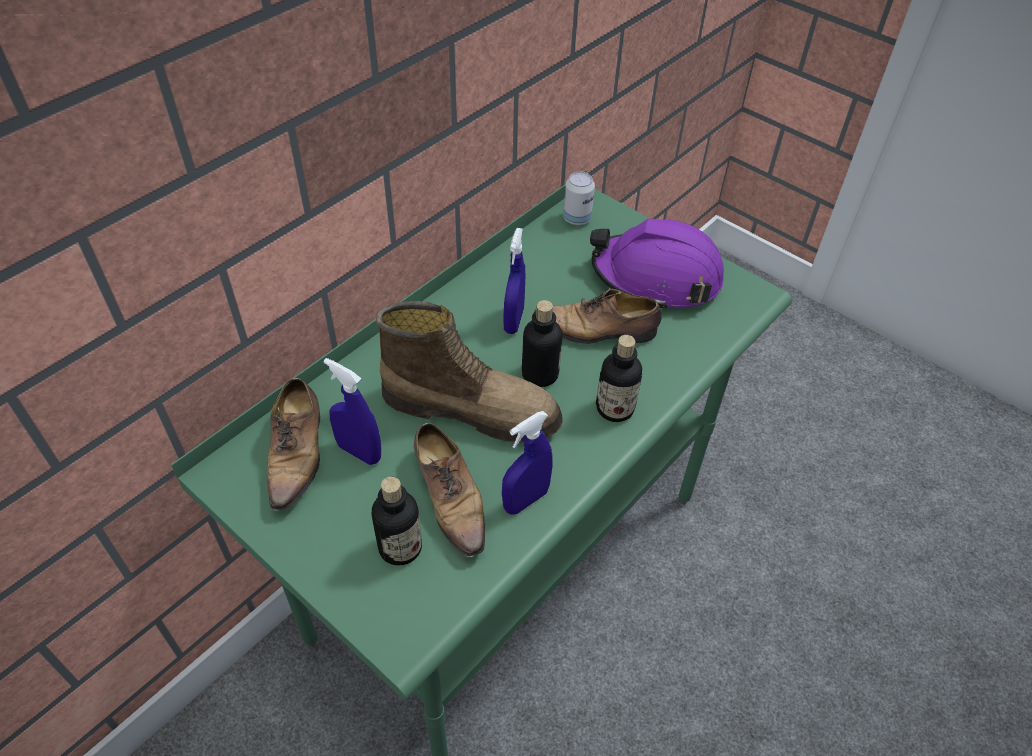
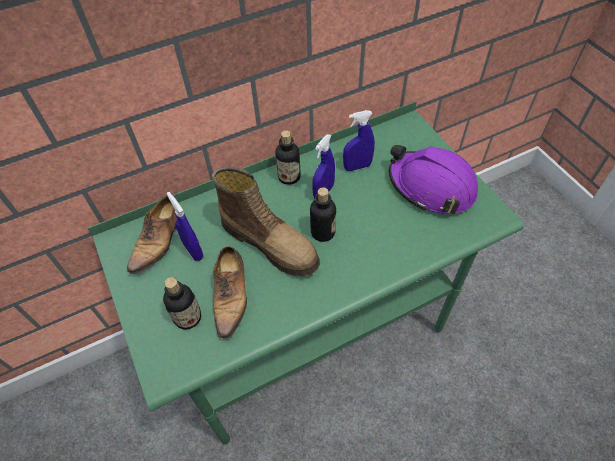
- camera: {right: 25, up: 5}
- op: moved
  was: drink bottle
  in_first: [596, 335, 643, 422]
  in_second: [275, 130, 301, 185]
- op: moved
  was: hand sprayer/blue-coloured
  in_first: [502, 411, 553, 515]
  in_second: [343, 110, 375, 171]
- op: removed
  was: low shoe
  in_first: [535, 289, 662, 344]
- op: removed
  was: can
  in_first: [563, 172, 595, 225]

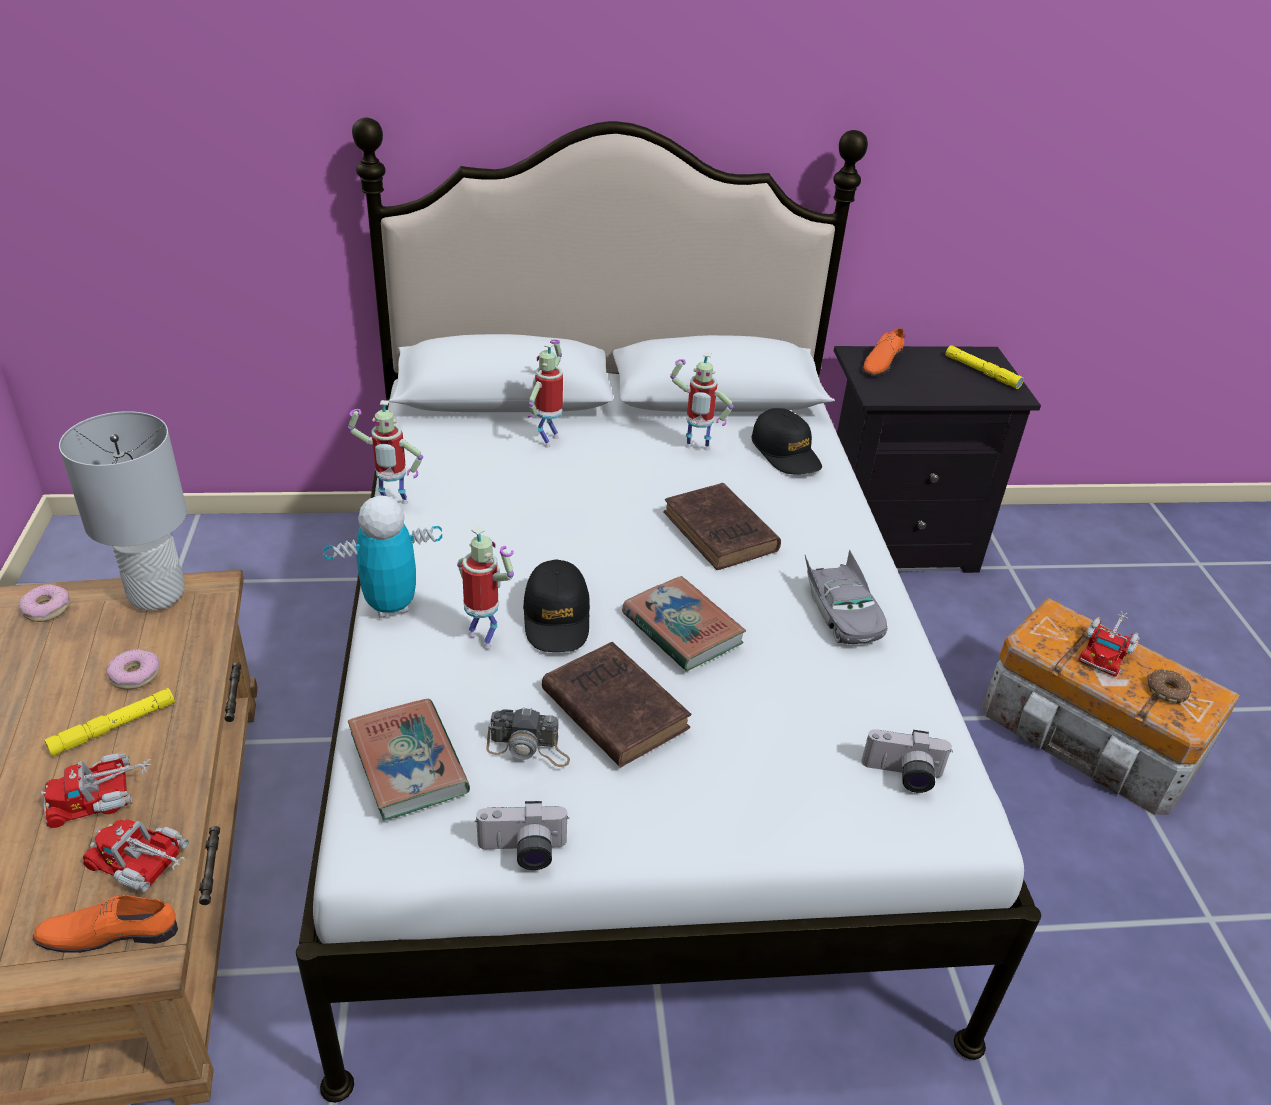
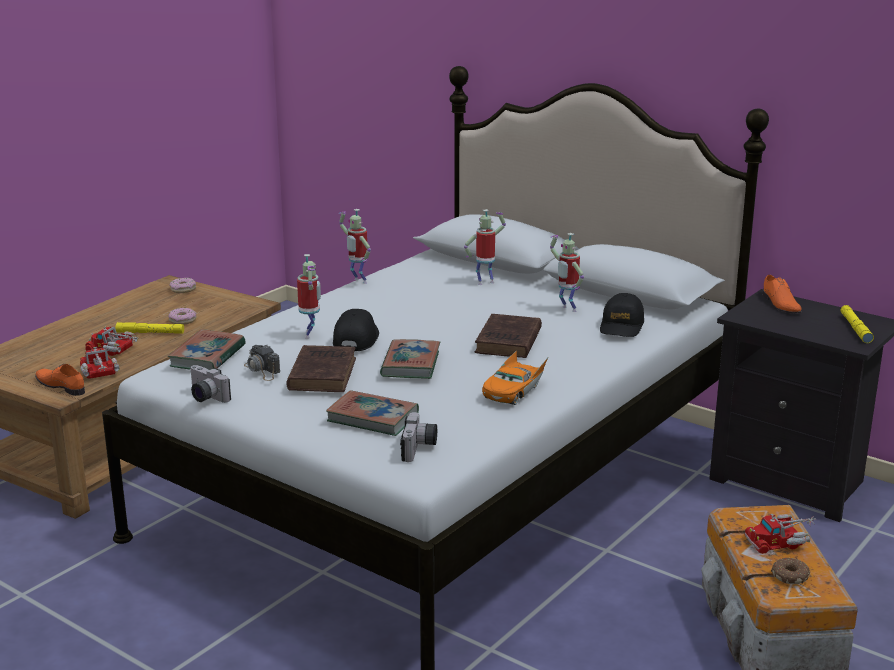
- camera: {right: 45, up: -15}
- op: added
  now: volume
  in_second: [326, 390, 419, 436]
- op: turned
  was: cap/black-coloured
  in_first: [523, 559, 590, 652]
  in_second: [333, 309, 379, 351]
  clockwise: 150
- op: turned
  was: still camera
  in_first: [861, 730, 953, 793]
  in_second: [400, 412, 437, 462]
  clockwise: -135
- op: recoloured
  was: miniature car/gray
  now: miniature car/orange-coloured
  in_first: [805, 549, 887, 644]
  in_second: [482, 350, 548, 405]
- op: turned
  was: low shoe/orange-coloured
  in_first: [863, 328, 904, 376]
  in_second: [763, 275, 802, 314]
  clockwise: -90
- op: removed
  was: tabletop lamp/gray
  in_first: [59, 411, 187, 611]
- op: removed
  was: robot figure
  in_first: [323, 495, 442, 618]

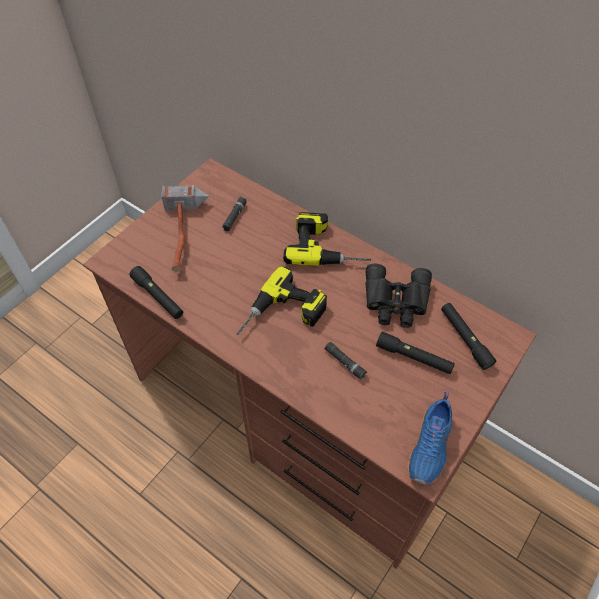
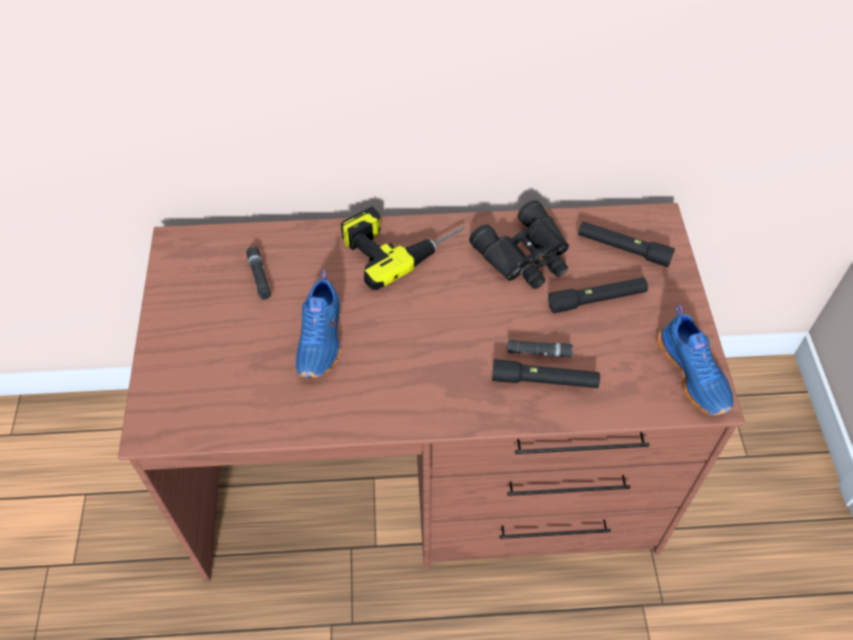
- camera: {right: -40, up: 0}
- op: added
  now: low shoe/blue-coloured
  in_second: [296, 270, 341, 378]
- op: moved
  was: hand torch/black-coloured
  in_first: [129, 266, 183, 319]
  in_second: [492, 359, 600, 388]
- op: removed
  was: hammer
  in_first: [162, 184, 209, 271]
- op: removed
  was: drill
  in_first: [236, 266, 327, 335]

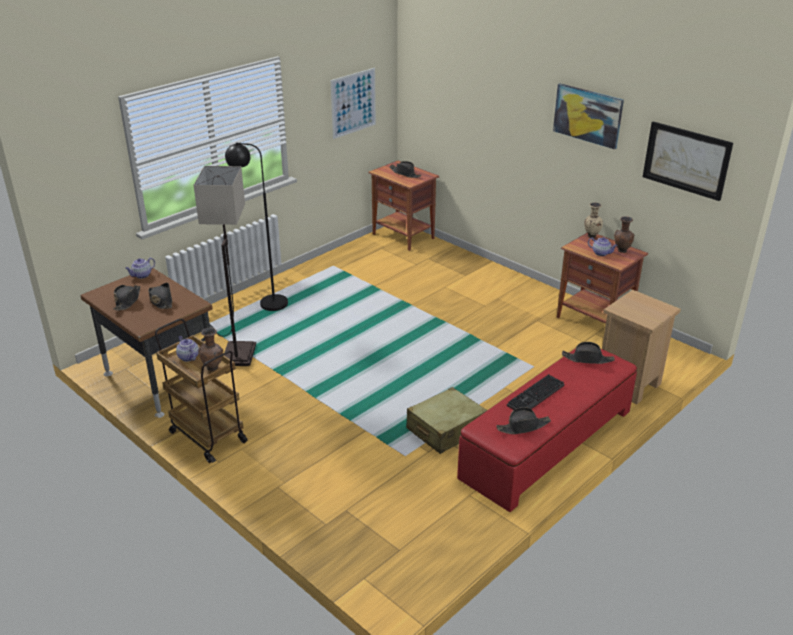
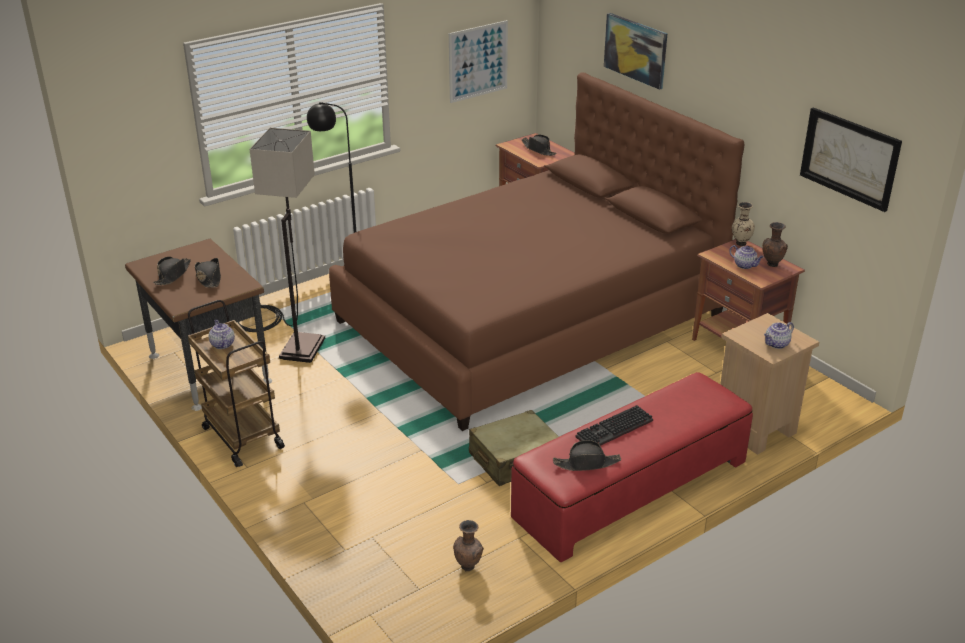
- camera: {right: 10, up: 0}
- op: added
  now: sleeping bed/brown-coloured
  in_second: [329, 72, 744, 431]
- op: moved
  was: flower vase/brown-coloured
  in_first: [198, 328, 223, 371]
  in_second: [453, 520, 484, 571]
- op: moved
  was: picture
  in_first: [553, 83, 624, 149]
  in_second: [604, 13, 667, 90]
- op: moved
  was: tea pot
  in_first: [125, 258, 155, 279]
  in_second: [764, 322, 794, 349]
- op: removed
  was: hat/black-coloured
  in_first: [562, 342, 615, 364]

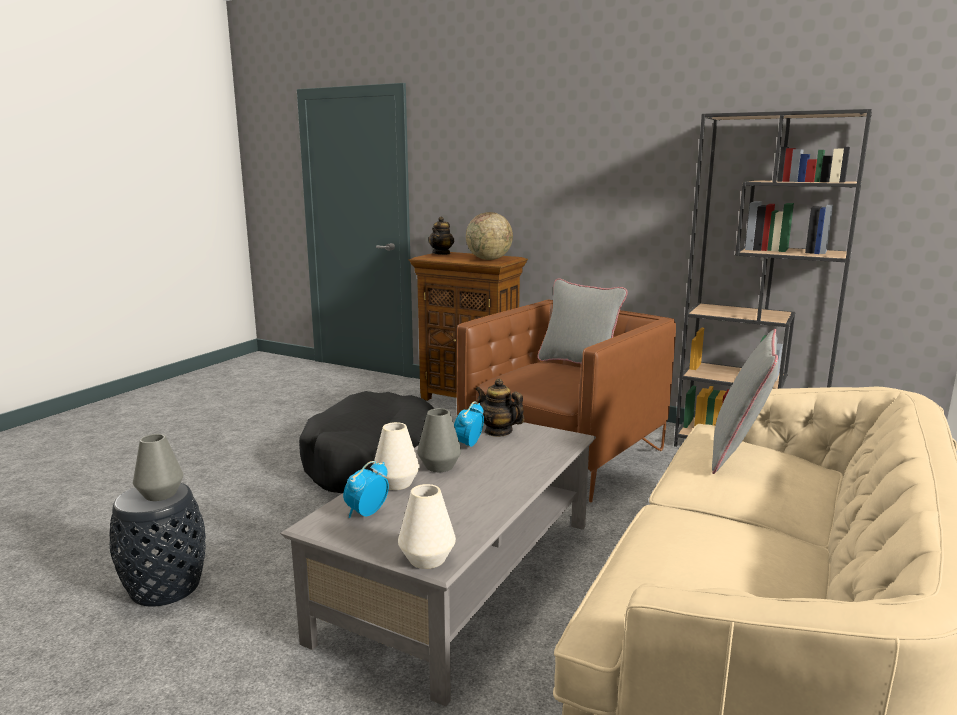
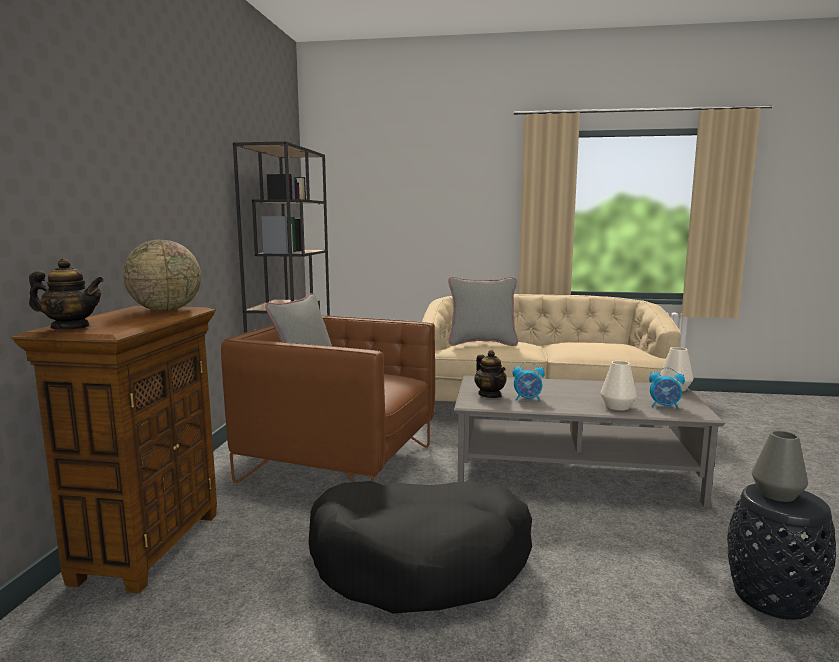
- camera: {right: -110, up: -5}
- op: turned
  was: tea pot
  in_first: [475, 378, 525, 437]
  in_second: [474, 350, 507, 398]
  clockwise: -45
- op: removed
  was: flower vase/gray
  in_first: [417, 408, 461, 472]

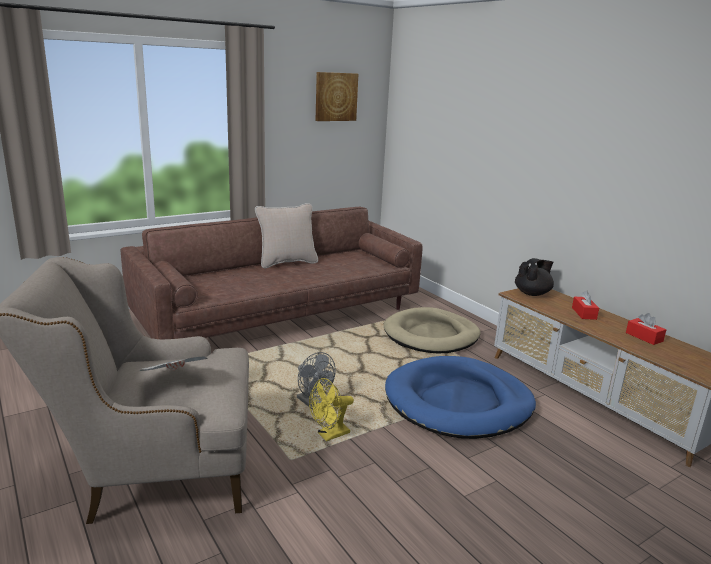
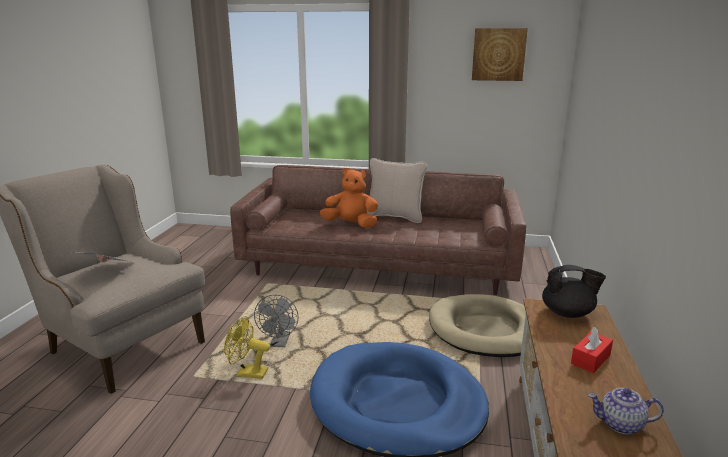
- camera: {right: 45, up: 0}
- op: added
  now: soft toy/orange-coloured
  in_second: [320, 168, 378, 228]
- op: replaced
  was: tissue holder/red
  now: tea pot
  in_first: [626, 313, 666, 345]
  in_second: [588, 388, 664, 435]

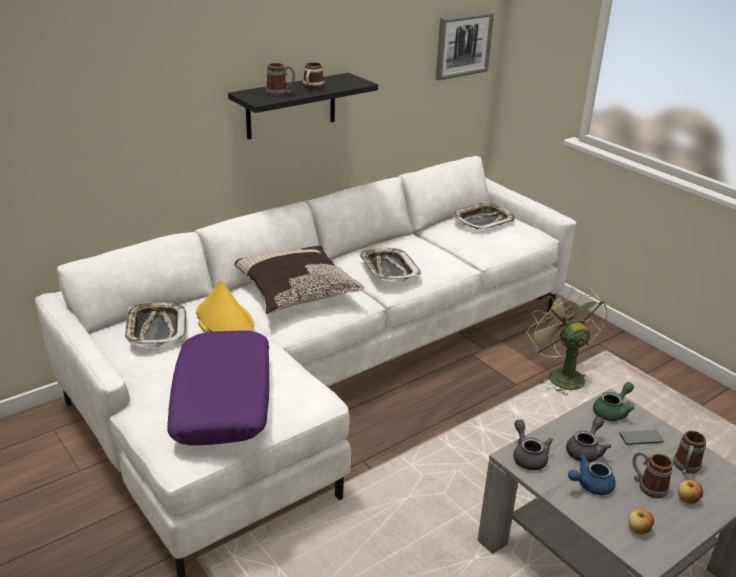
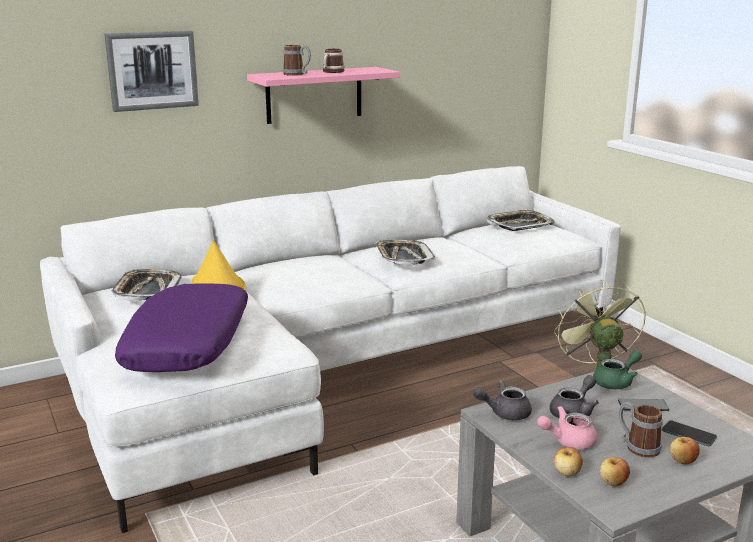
- camera: {right: 10, up: -10}
- op: moved
  was: picture
  in_first: [436, 11, 494, 80]
  in_second: [104, 31, 199, 112]
- op: recoloured
  was: bracket shelf/black-coloured
  now: bracket shelf/pink-coloured
  in_first: [228, 73, 378, 139]
  in_second: [247, 67, 400, 124]
- op: turned
  was: tea pot/gray
  in_first: [513, 419, 553, 470]
  in_second: [473, 380, 532, 420]
  clockwise: -90
- op: recoloured
  was: tea pot/blue-coloured
  now: tea pot/pink-coloured
  in_first: [568, 454, 616, 495]
  in_second: [537, 406, 597, 449]
- op: added
  now: whole apple
  in_second: [554, 447, 583, 476]
- op: replaced
  was: tea mug
  now: handset
  in_first: [673, 430, 706, 474]
  in_second: [662, 420, 717, 446]
- op: removed
  was: cushion
  in_first: [234, 246, 364, 314]

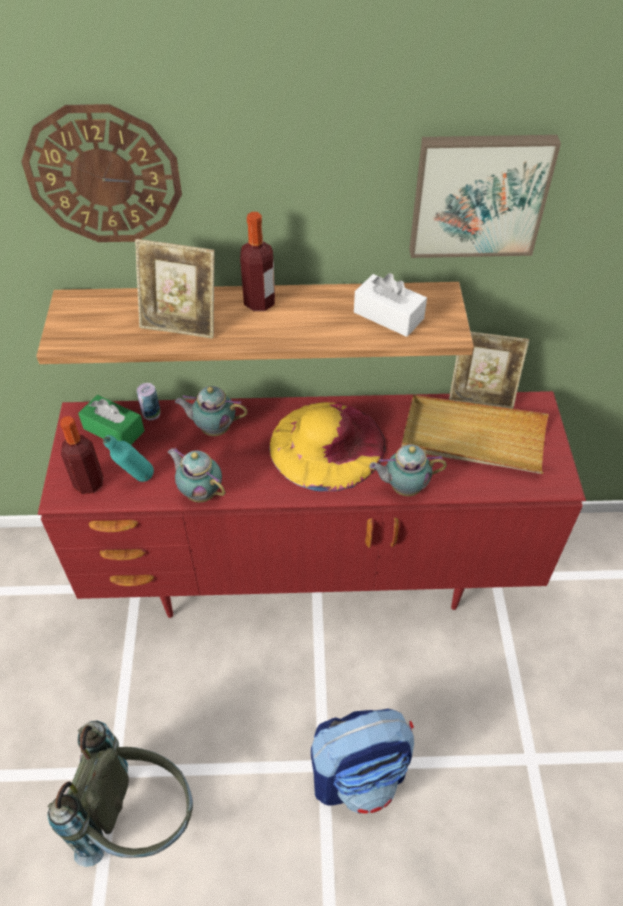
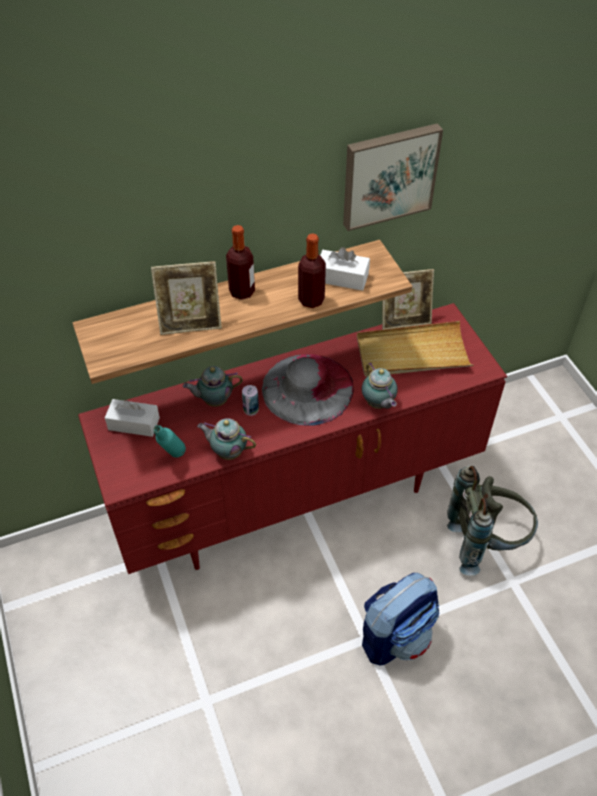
- camera: {right: -20, up: 0}
- op: recoloured
  was: tissue holder/green
  now: tissue holder/white-coloured
  in_first: [78, 395, 144, 445]
  in_second: [105, 399, 160, 437]
- op: moved
  was: can
  in_first: [137, 383, 160, 420]
  in_second: [242, 385, 259, 416]
- op: recoloured
  was: hat/yellow-coloured
  now: hat/gray
  in_first: [270, 402, 386, 491]
  in_second: [262, 354, 353, 426]
- op: moved
  was: drink bottle
  in_first: [60, 416, 103, 494]
  in_second: [298, 233, 326, 308]
- op: turned
  was: tea pot
  in_first: [369, 445, 447, 496]
  in_second: [362, 362, 398, 409]
  clockwise: -90
- op: moved
  was: backpack/gray
  in_first: [47, 721, 193, 867]
  in_second: [447, 465, 538, 576]
- op: removed
  was: hanging clock
  in_first: [21, 104, 182, 242]

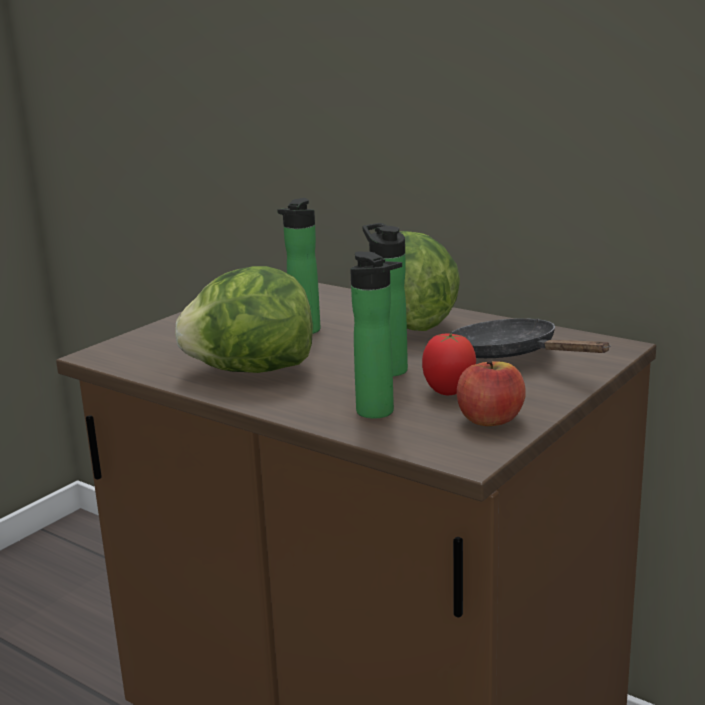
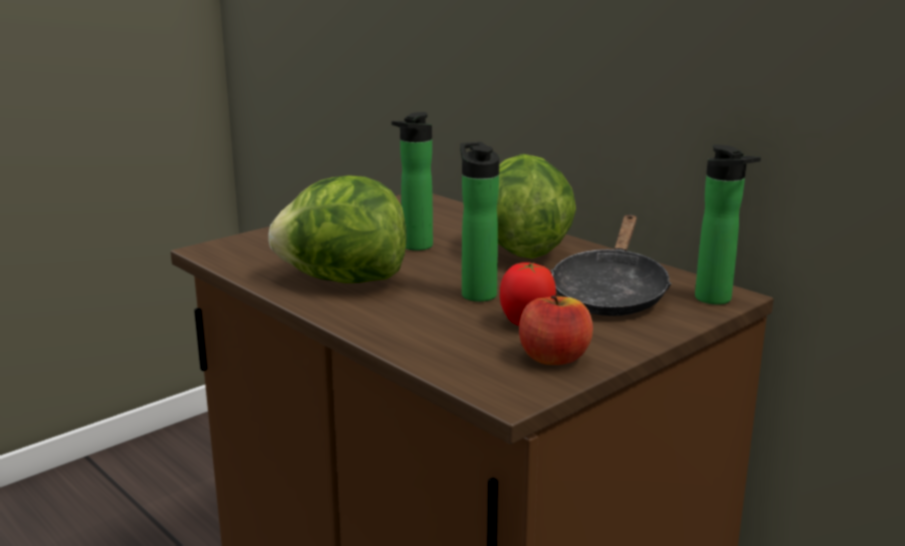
- camera: {right: 10, up: 0}
- op: turned
  was: pan/black-coloured
  in_first: [449, 318, 610, 358]
  in_second: [550, 215, 672, 316]
  clockwise: -135
- op: moved
  was: drink bottle
  in_first: [350, 252, 402, 419]
  in_second: [695, 145, 761, 305]

